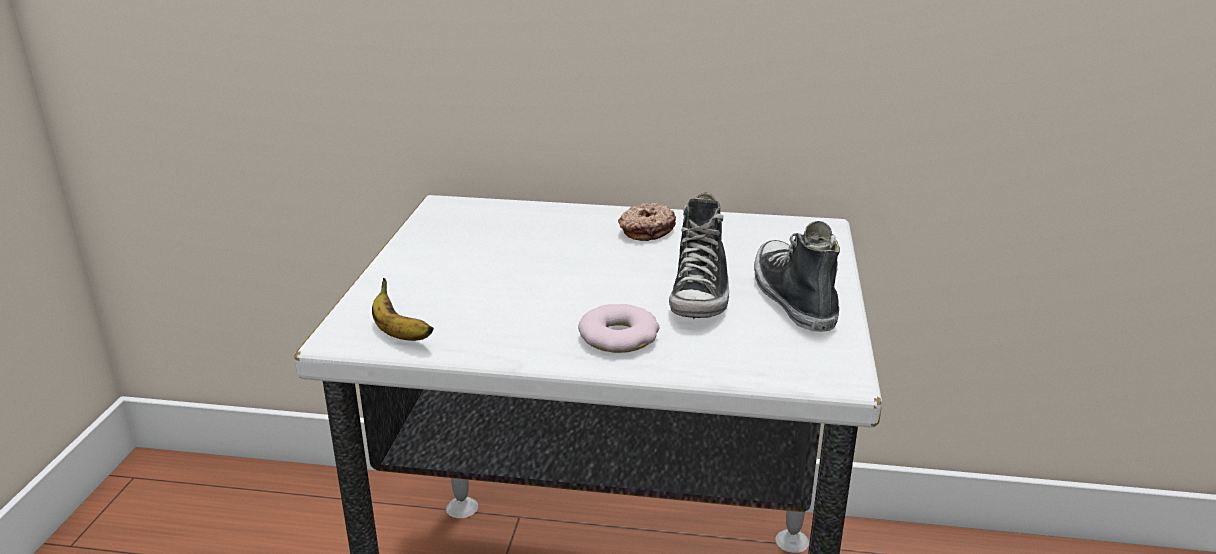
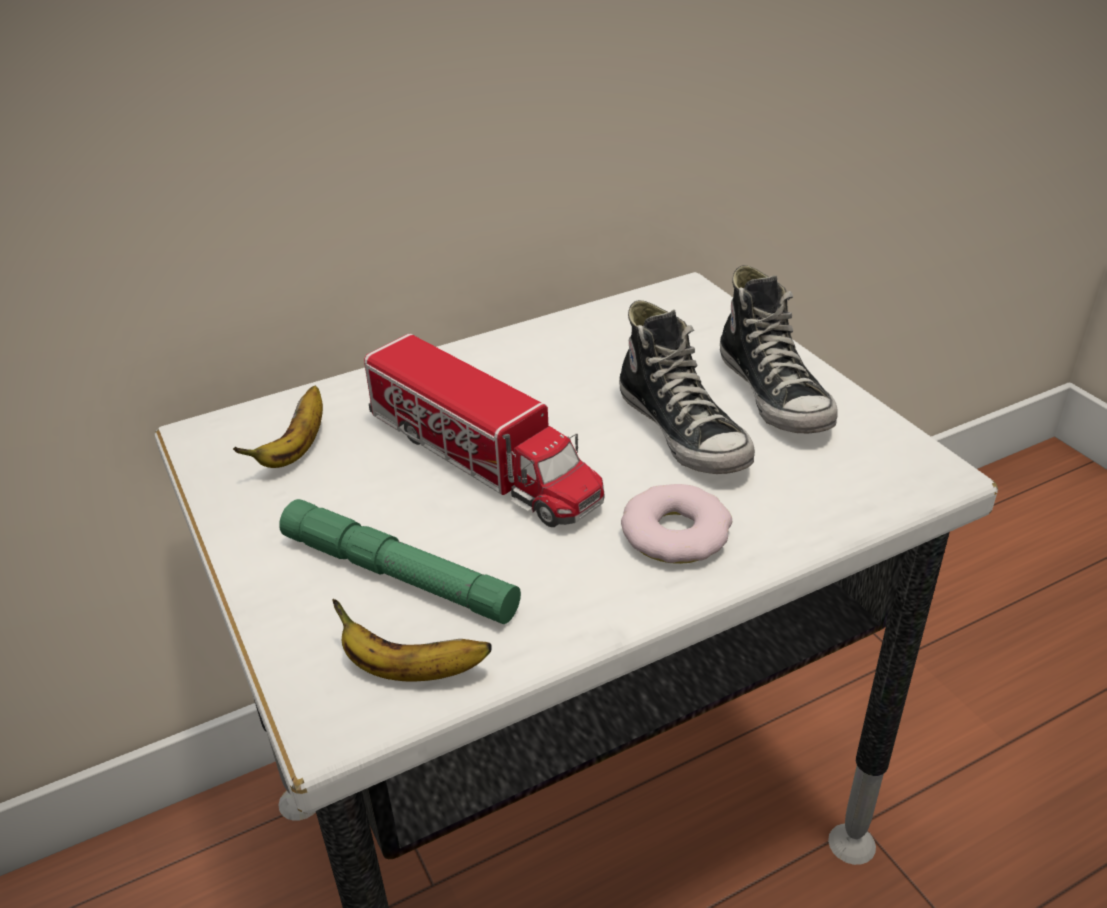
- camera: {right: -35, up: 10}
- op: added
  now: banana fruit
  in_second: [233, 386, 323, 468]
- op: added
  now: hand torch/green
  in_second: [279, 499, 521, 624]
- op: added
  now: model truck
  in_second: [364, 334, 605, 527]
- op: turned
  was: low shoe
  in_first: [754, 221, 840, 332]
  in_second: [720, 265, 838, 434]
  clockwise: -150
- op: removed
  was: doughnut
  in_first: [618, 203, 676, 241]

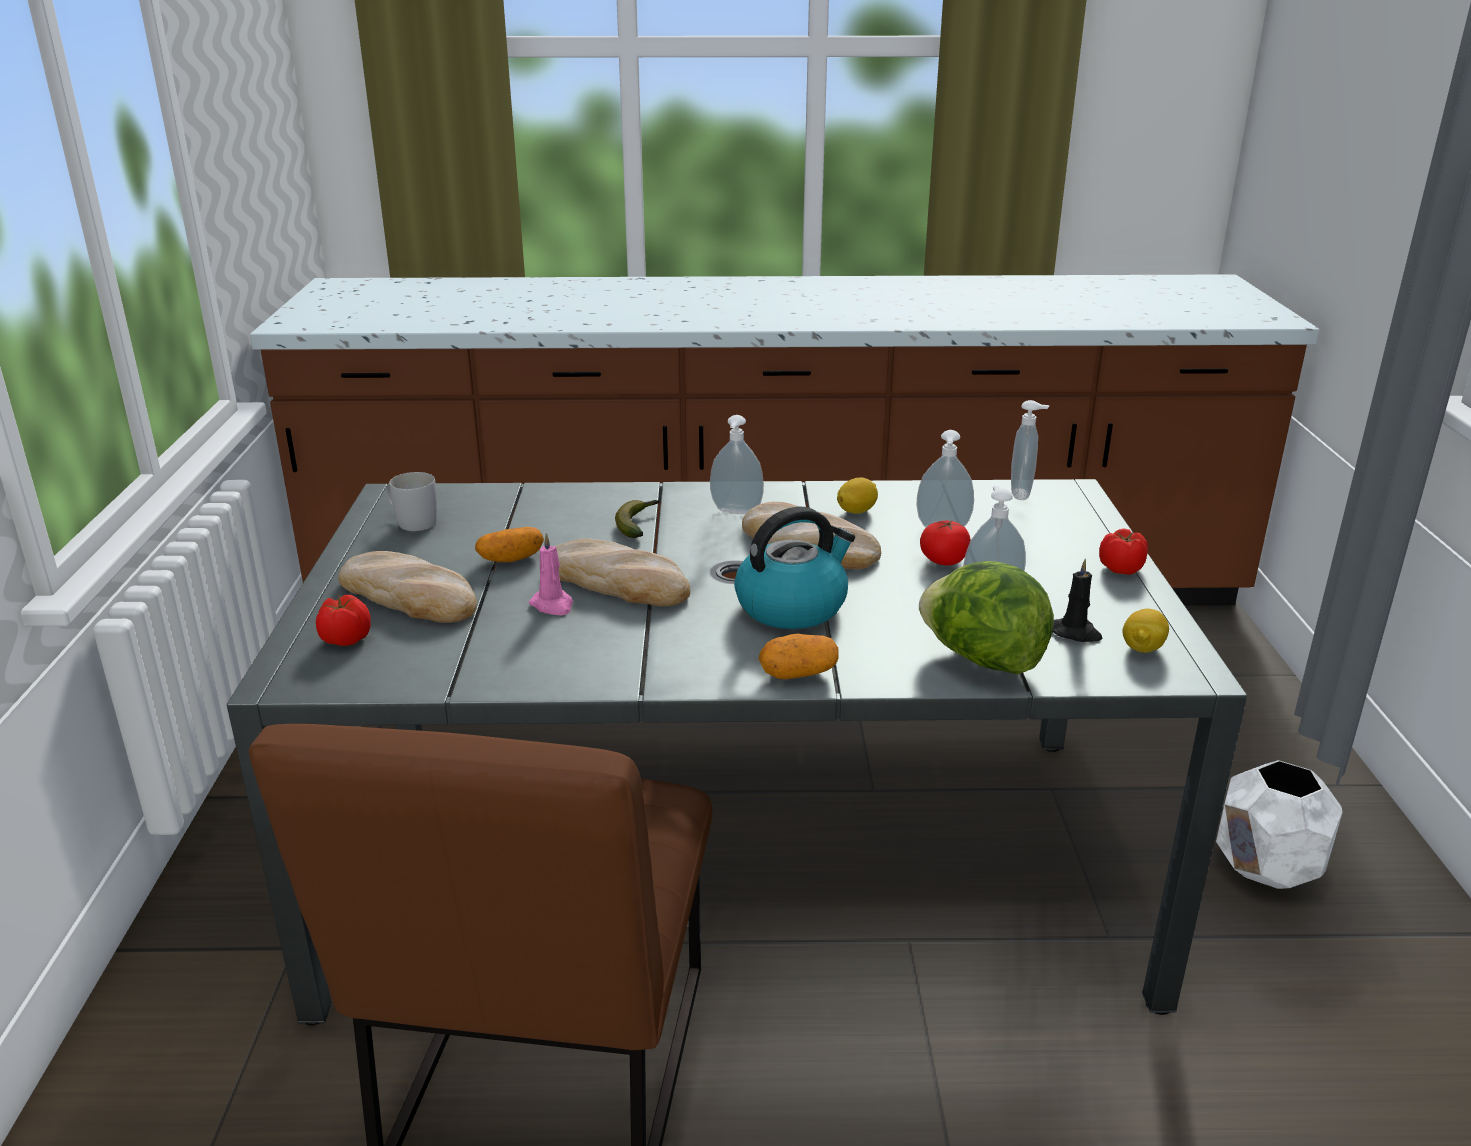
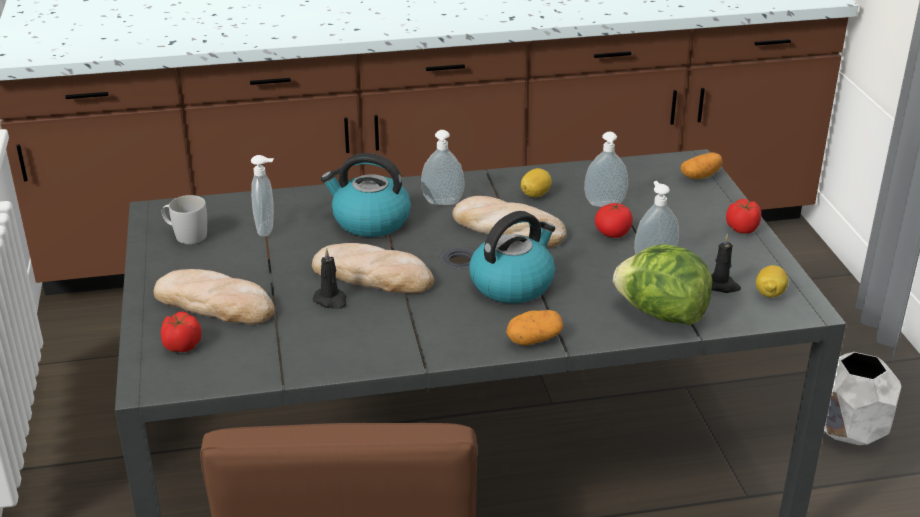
- camera: {right: -10, up: 5}
- op: moved
  was: liquid soap bottle
  in_first: [1011, 400, 1049, 500]
  in_second: [251, 155, 274, 237]
- op: recoloured
  was: candle/pink-coloured
  now: candle/black-coloured
  in_first: [529, 533, 573, 615]
  in_second: [312, 248, 346, 309]
- op: replaced
  was: banana fruit
  now: water kettle
  in_first: [615, 500, 659, 538]
  in_second: [321, 153, 411, 237]
- op: moved
  was: whole potato
  in_first: [475, 527, 544, 562]
  in_second: [680, 153, 723, 179]

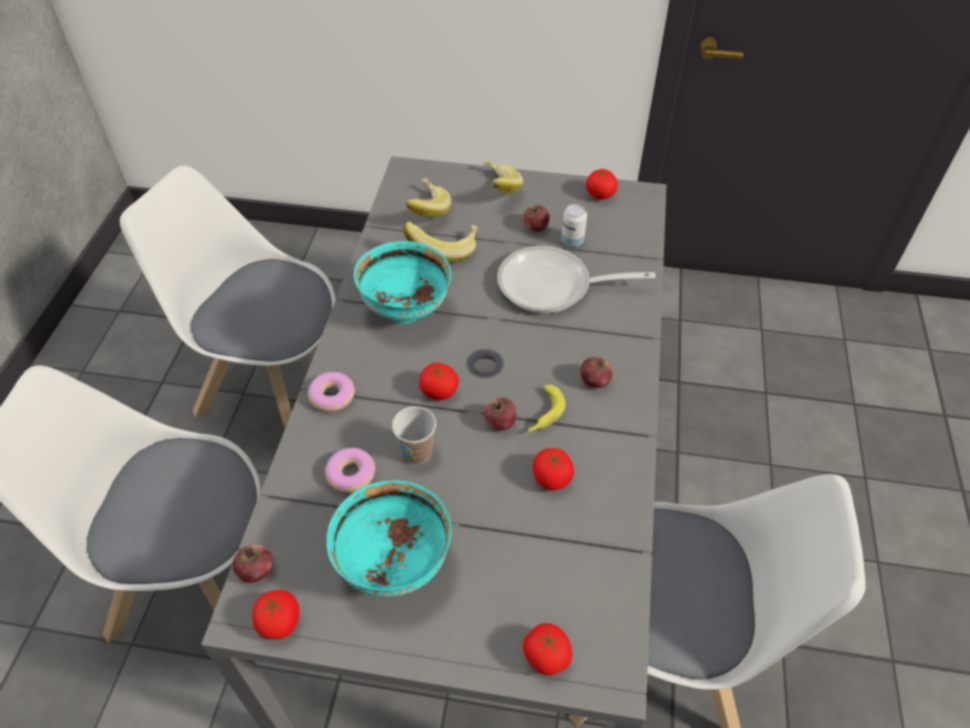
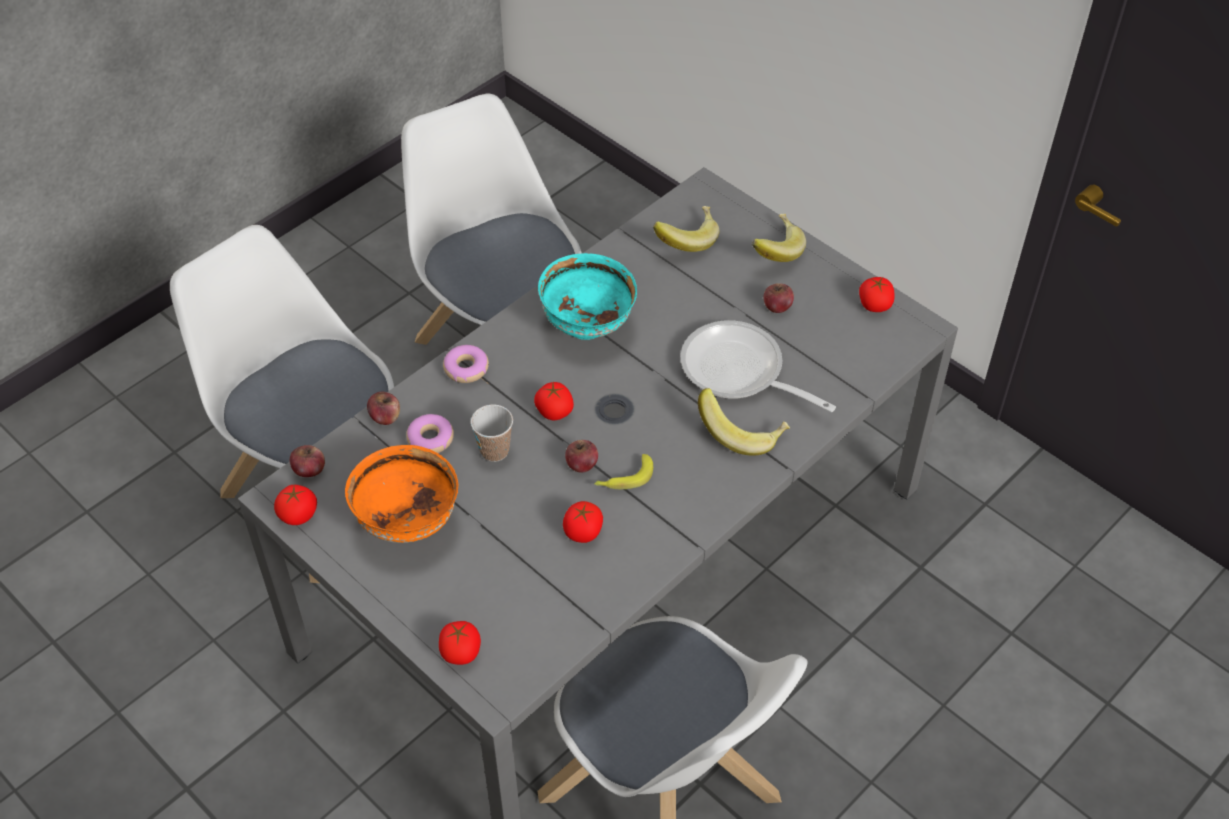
- camera: {right: 35, up: 0}
- op: recoloured
  was: serving bowl/turquoise-coloured
  now: serving bowl/orange-coloured
  in_first: [326, 480, 452, 598]
  in_second: [345, 445, 458, 543]
- op: moved
  was: whole apple
  in_first: [580, 357, 613, 388]
  in_second: [367, 392, 400, 425]
- op: moved
  was: banana fruit
  in_first: [403, 222, 478, 262]
  in_second: [698, 388, 790, 456]
- op: removed
  was: can
  in_first: [561, 204, 587, 247]

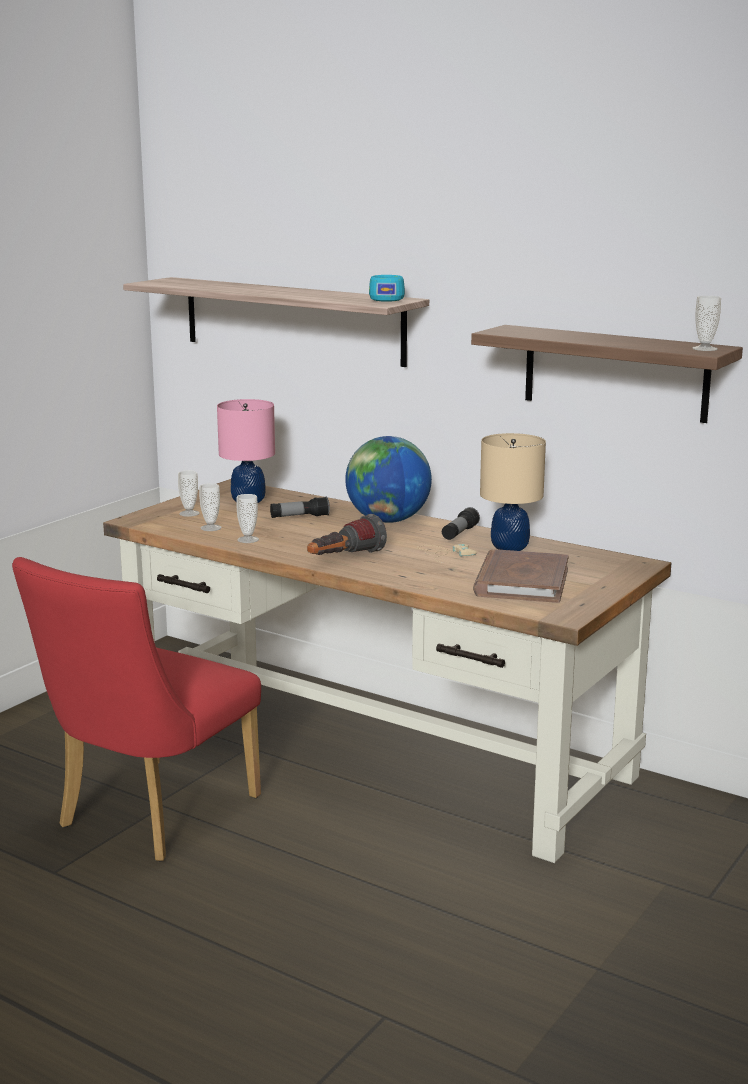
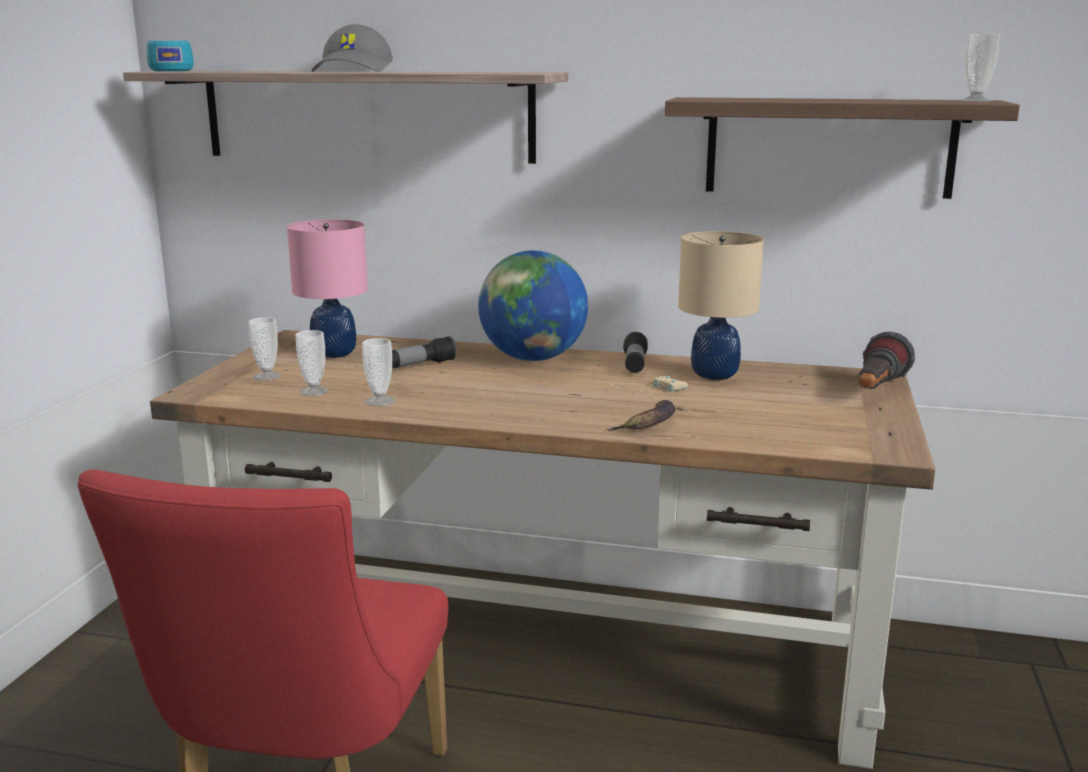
- camera: {right: -20, up: 0}
- op: moved
  was: small cup/turquoise-coloured
  in_first: [369, 275, 405, 302]
  in_second: [147, 41, 194, 71]
- op: added
  now: cap/gray
  in_second: [312, 24, 393, 72]
- op: added
  now: banana fruit
  in_second: [607, 400, 676, 431]
- op: moved
  was: hand torch
  in_first: [307, 514, 387, 555]
  in_second: [859, 332, 915, 389]
- op: removed
  was: volume/brown-coloured
  in_first: [473, 549, 569, 603]

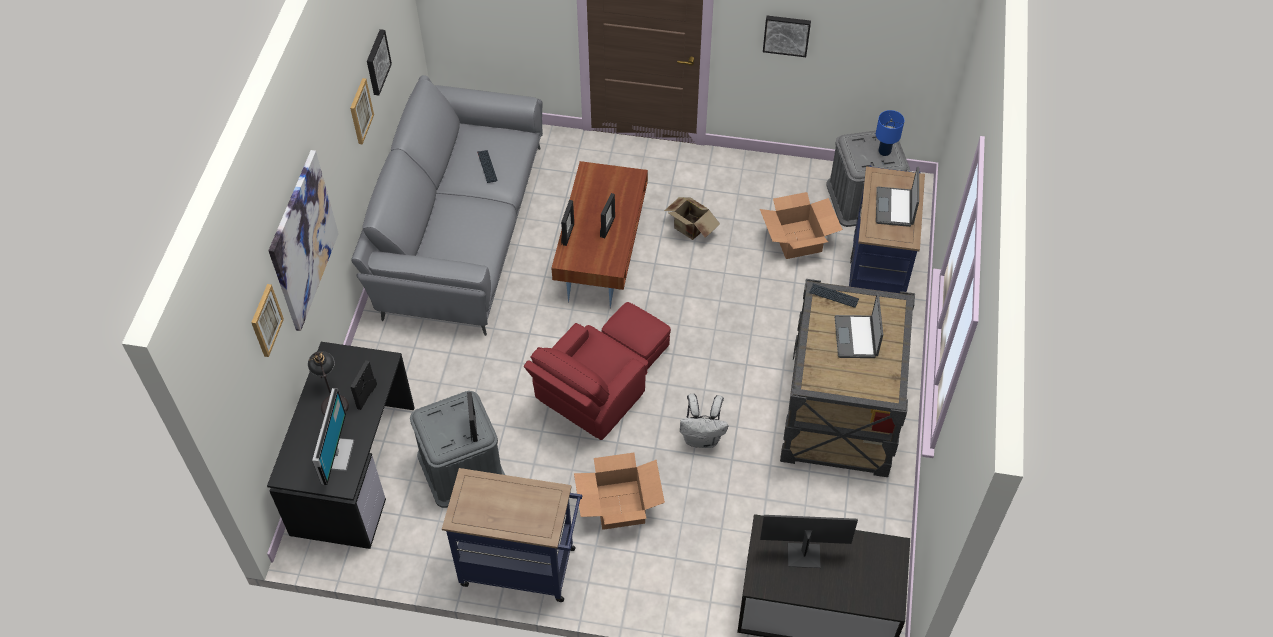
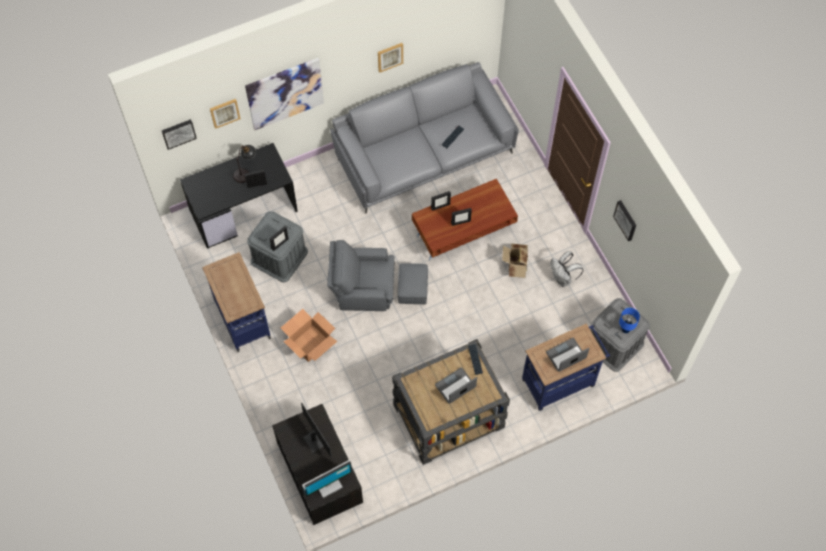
- camera: {right: 55, up: 10}
- op: moved
  was: picture
  in_first: [367, 29, 392, 95]
  in_second: [162, 119, 197, 150]
- op: moved
  was: computer display
  in_first: [312, 388, 354, 485]
  in_second: [302, 460, 352, 498]
- op: recoloured
  was: easy chair/red
  now: easy chair/gray
  in_first: [524, 302, 671, 440]
  in_second: [327, 240, 428, 311]
- op: moved
  was: backpack/white-coloured
  in_first: [680, 394, 728, 448]
  in_second: [550, 251, 583, 287]
- op: removed
  was: cardboard box
  in_first: [760, 192, 843, 259]

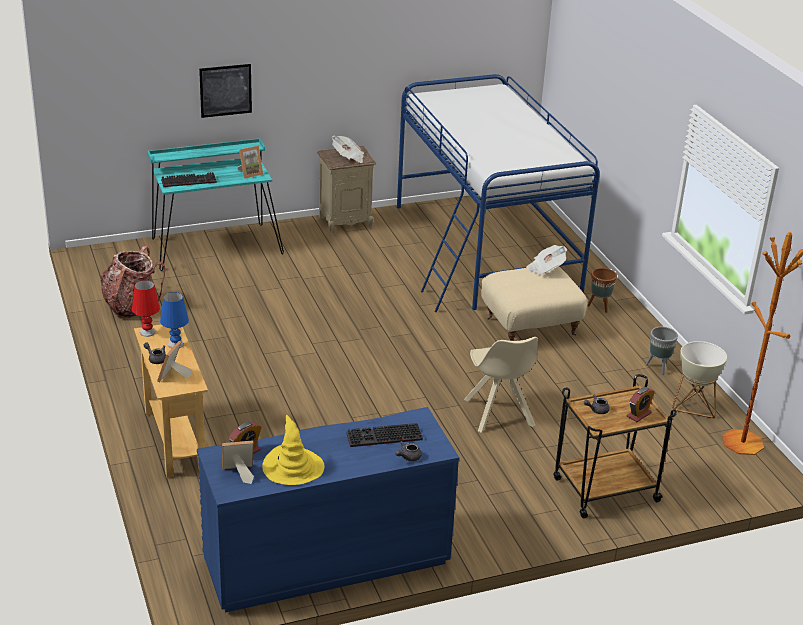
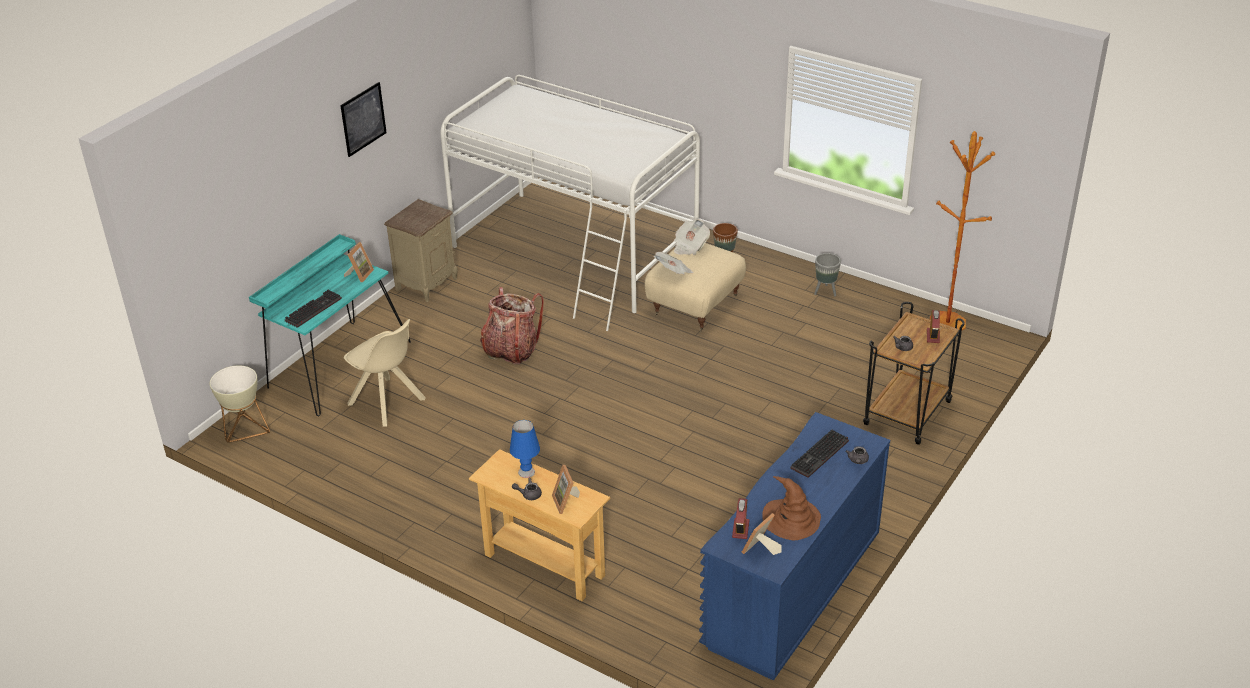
- camera: {right: -35, up: 5}
- op: moved
  was: flower pot
  in_first: [672, 341, 727, 418]
  in_second: [210, 365, 270, 443]
- op: moved
  was: picture
  in_first: [199, 64, 252, 118]
  in_second: [340, 82, 387, 157]
- op: moved
  was: upright chair/beige-coloured
  in_first: [464, 337, 538, 433]
  in_second: [344, 319, 426, 426]
- op: recoloured
  was: sleeping bed/blue-coloured
  now: sleeping bed/white-coloured
  in_first: [397, 74, 600, 312]
  in_second: [440, 75, 700, 331]
- op: moved
  was: backpack
  in_first: [100, 246, 165, 318]
  in_second: [480, 287, 544, 364]
- op: moved
  was: daily paper
  in_first: [332, 136, 364, 163]
  in_second: [653, 252, 694, 275]
- op: recoloured
  was: hat/yellow-coloured
  now: hat/brown-coloured
  in_first: [263, 415, 325, 485]
  in_second: [762, 476, 821, 540]
- op: removed
  was: tabletop lamp/red
  in_first: [132, 280, 160, 337]

